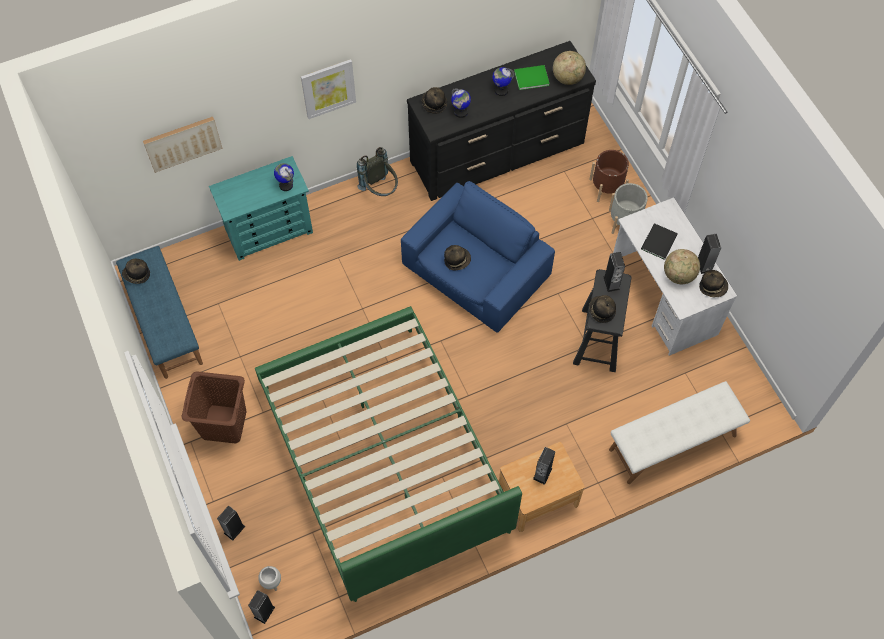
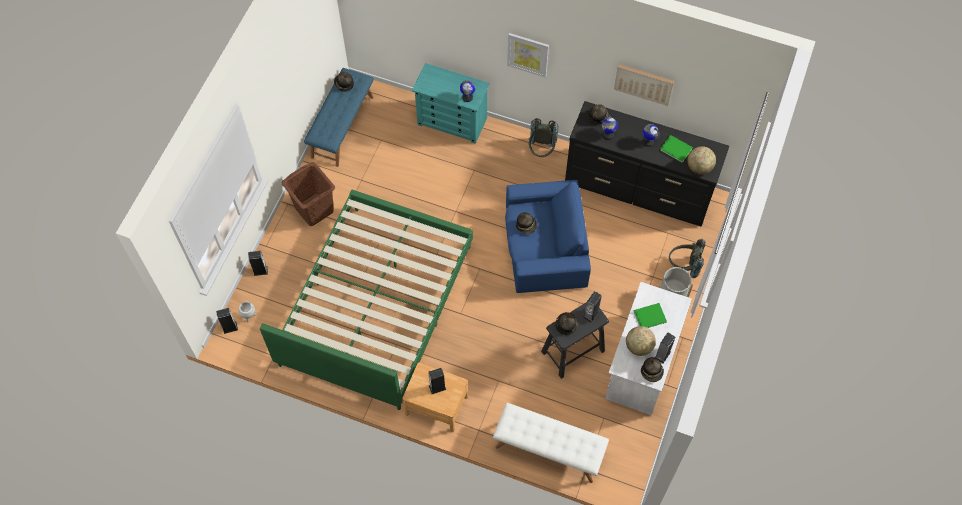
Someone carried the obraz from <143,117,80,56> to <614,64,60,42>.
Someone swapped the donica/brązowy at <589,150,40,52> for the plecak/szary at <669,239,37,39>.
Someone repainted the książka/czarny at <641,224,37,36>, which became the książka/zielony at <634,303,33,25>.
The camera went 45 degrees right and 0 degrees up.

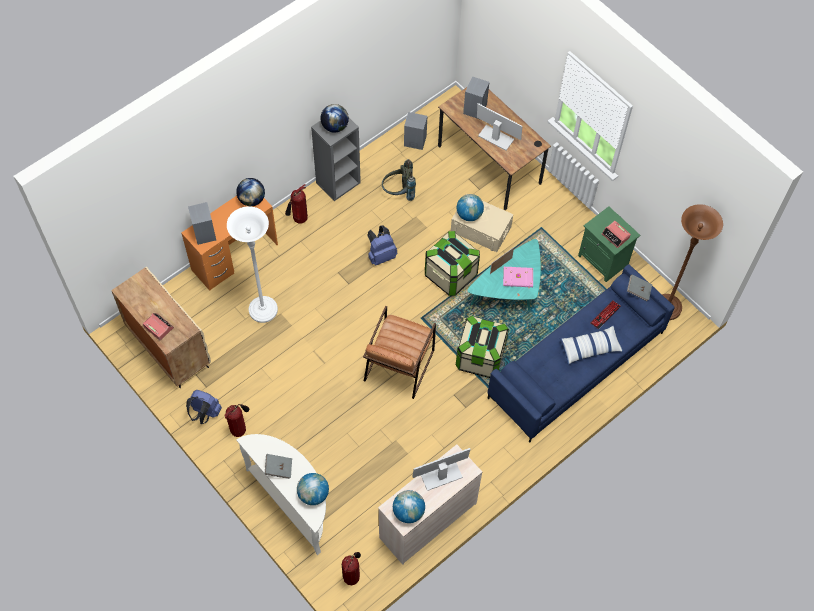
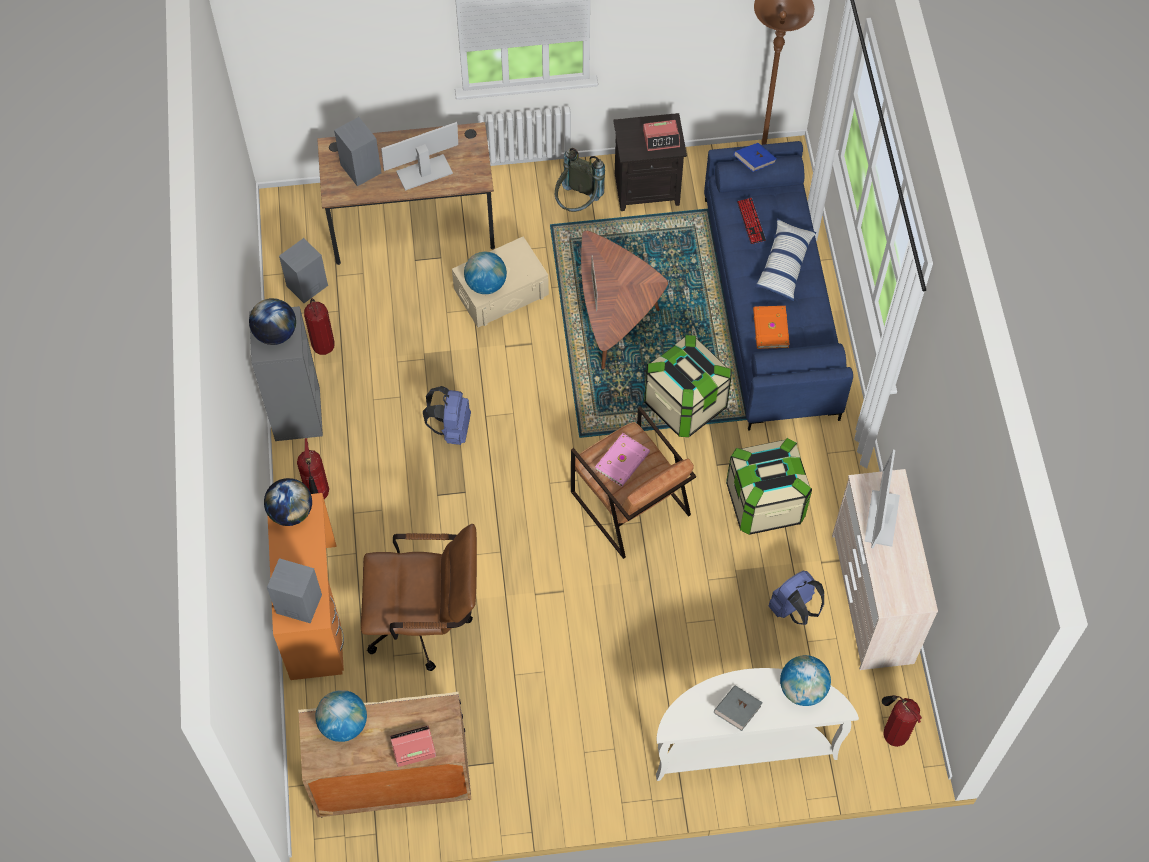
Someone carried the plecak/szary from <382,159,34,42> to <555,148,50,64>.
Someone swapped the lampa stojąca/biały at <227,206,51,117> for the krzesło biurowe/brązowy at <361,524,116,147>.
Someone repainted the szafka nocna/zielony at <578,206,62,76>, which became the szafka nocna/czarny at <613,113,74,98>.
Someone carried the pojemnik do przechowywania from <425,231,55,65> to <726,438,86,97>.
Someone repainted the ława/turkusowy at <467,239,74,72>, which became the ława/brązowy at <581,231,87,138>.
Someone carried the książka/różowy from <503,267,30,20> to <595,433,55,54>.
Someone repainted the książka/szary at <627,274,25,27>, which became the książka/niebieski at <734,143,43,29>.
Someone carried the plecak/niebieski from <186,390,36,34> to <768,571,56,54>.
Someone carried the gaśnica from <224,404,25,33> to <304,298,31,57>.
Someone carried the globus from <393,490,32,33> to <315,690,52,52>.
Someone put down the książka/pomarańczowy at <753,306,37,43>.
The camera went 55 degrees left and 0 degrees up.

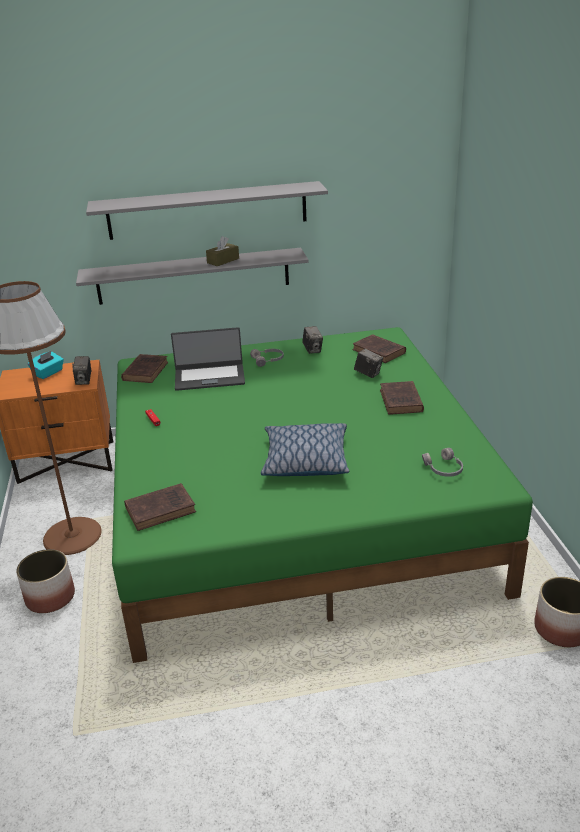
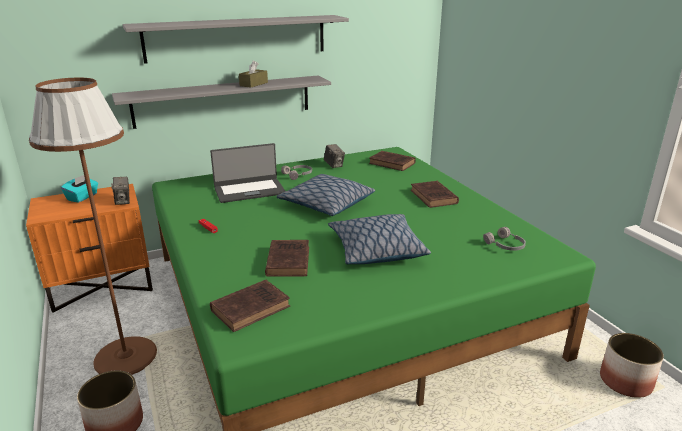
Someone took away the aparat fotograficzny at <354,348,29,30>.
Someone carried the książka/brązowy from <121,354,47,29> to <265,240,44,37>.
Someone put down the poduszka at <276,174,99,42>.
The camera went 15 degrees left and 5 degrees down.

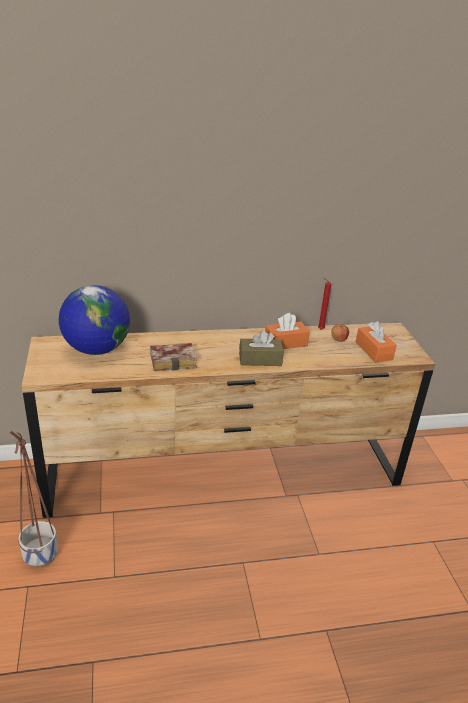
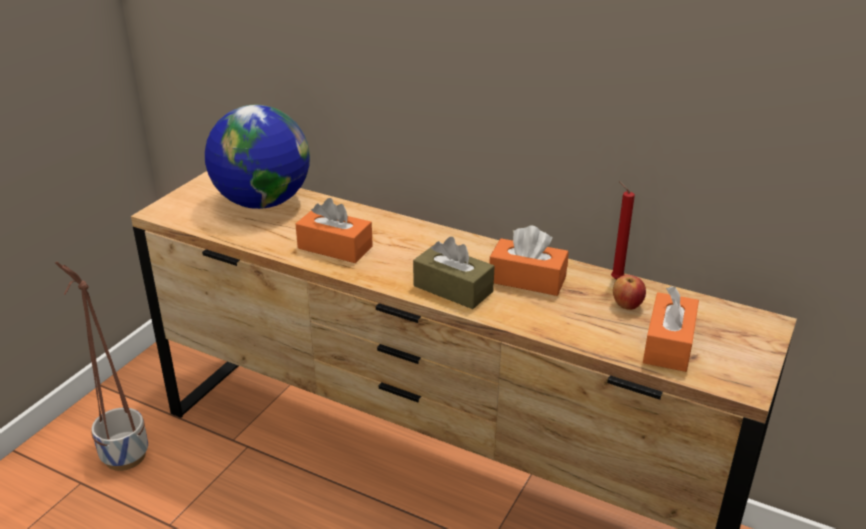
Someone swapped the książka at <150,343,47,28> for the pudełko chusteczek/pomarańczowy at <295,198,78,65>.
The camera went 40 degrees right and 0 degrees up.

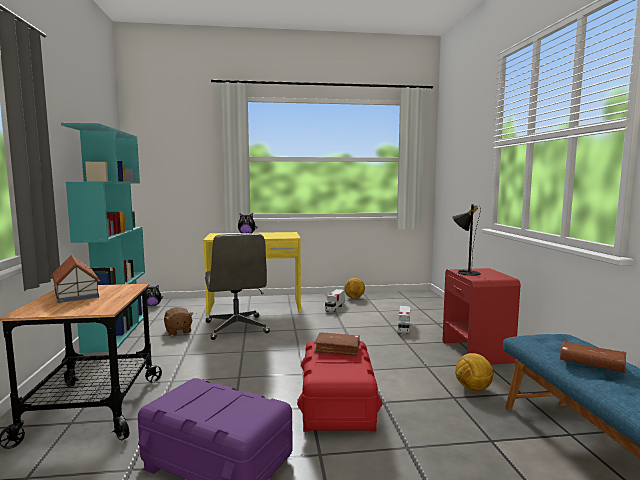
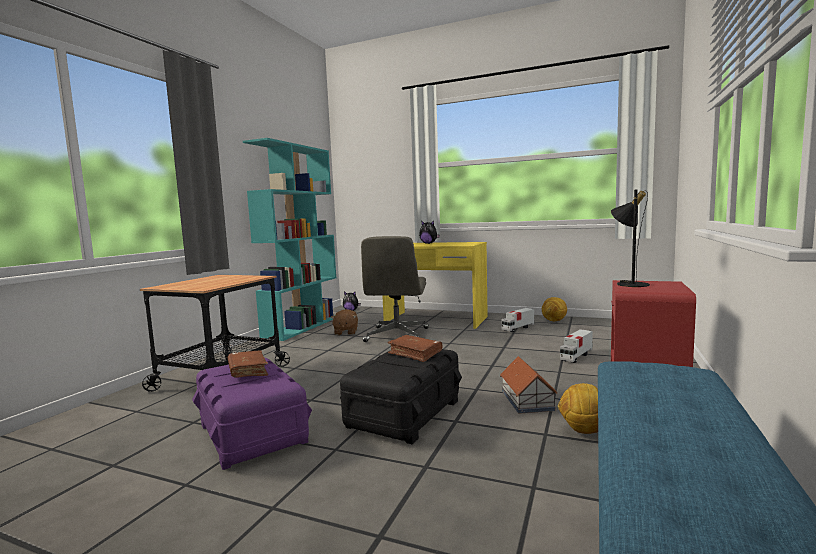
Someone carried the domek from <51,255,49,48> to <500,356,58,57>.
Someone repainted the pojemnik do przechowywania/czerwony at <297,341,86,91>, which became the pojemnik do przechowywania/czarny at <340,349,122,96>.
Someone carried the książka/brązowy from <560,341,66,32> to <228,351,40,26>.
The camera went 30 degrees right and 0 degrees up.

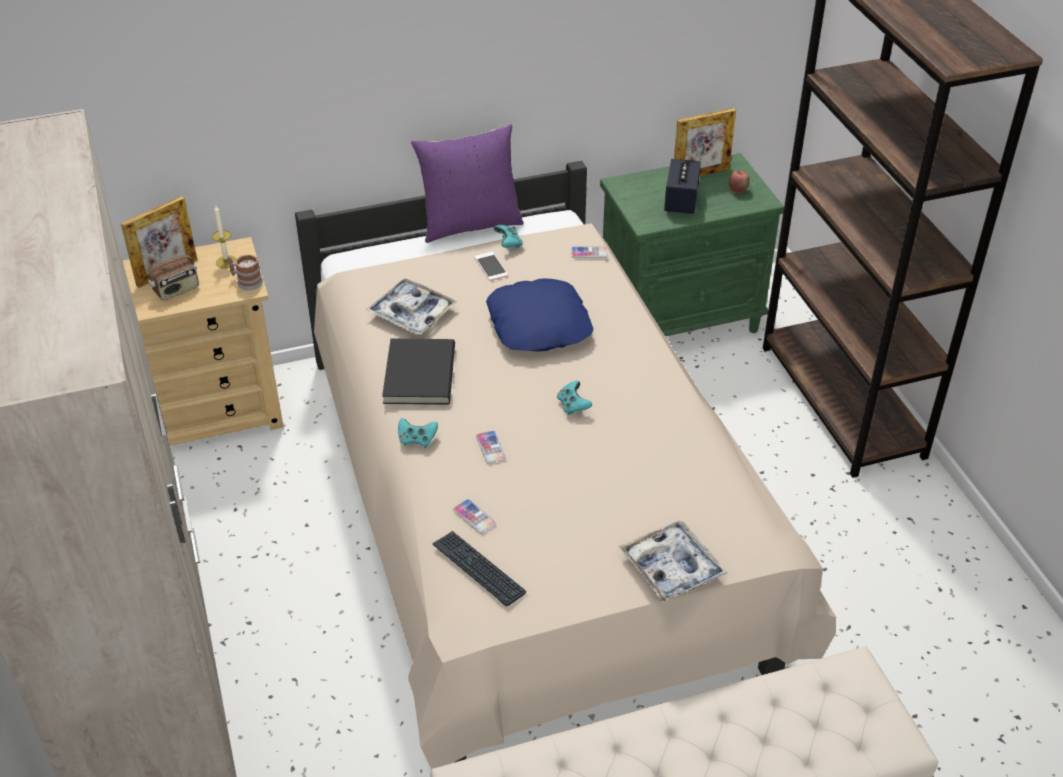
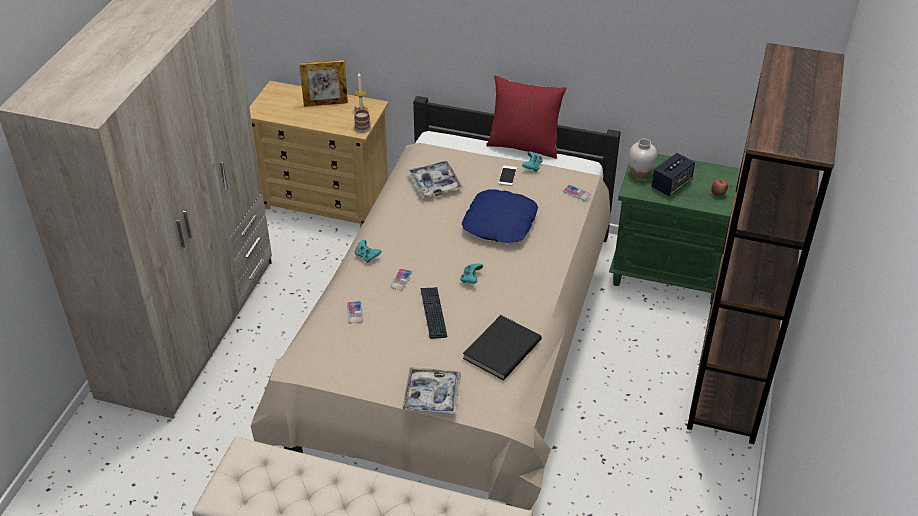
Someone took away the ramka na zdjęcie at <674,108,62,68>.
Someone repainted the poduszka/fioletowy at <411,124,113,119>, which became the poduszka/czerwony at <486,75,81,84>.
Someone took away the radio at <148,243,51,58>.
Someone carried the książka/czarny from <382,339,73,66> to <463,315,79,65>.
Someone carried the klawiatura from <432,531,95,76> to <420,287,27,52>.
Someone put down the wazon/biały at <629,139,28,40>.
The camera went 35 degrees right and 0 degrees up.

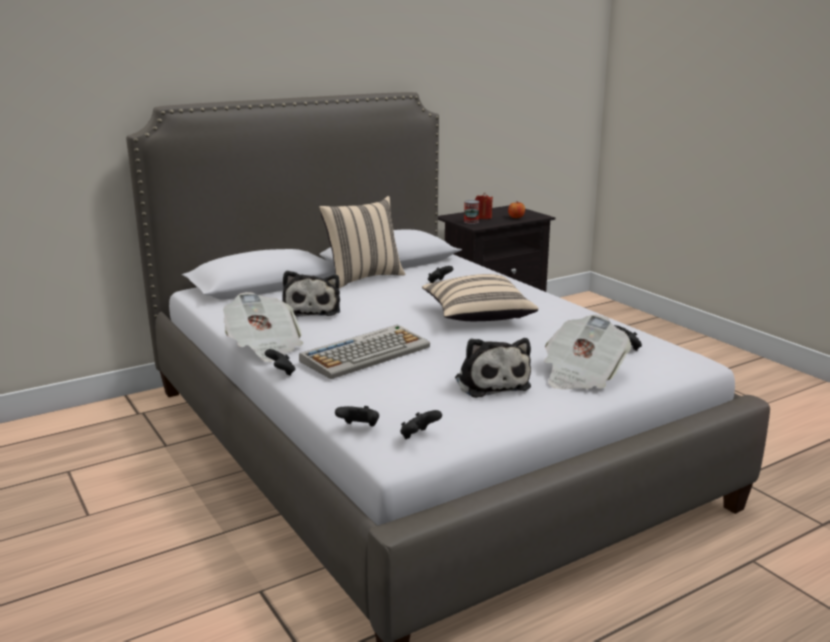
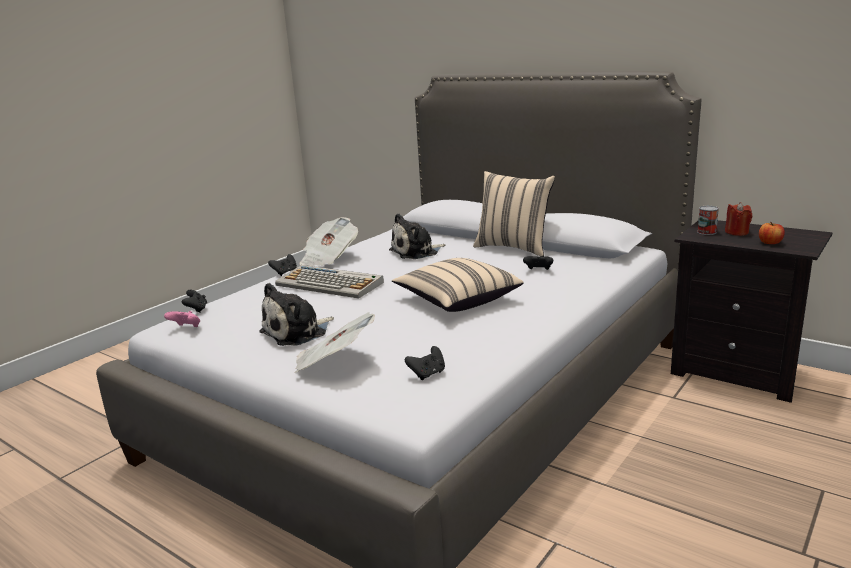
Someone repainted the pad do gier/czarny at <400,410,42,29>, which became the pad do gier/różowy at <164,311,36,16>.
The camera went 70 degrees right and 0 degrees up.

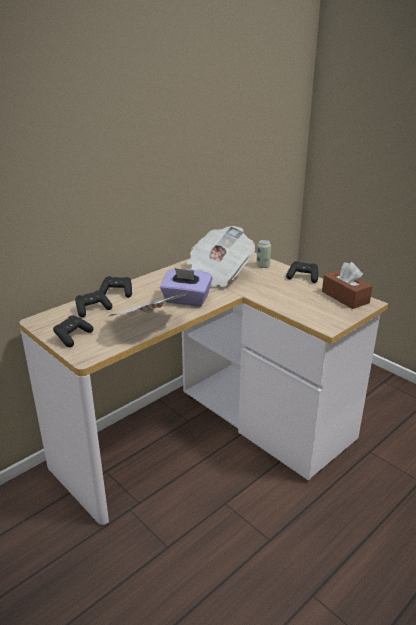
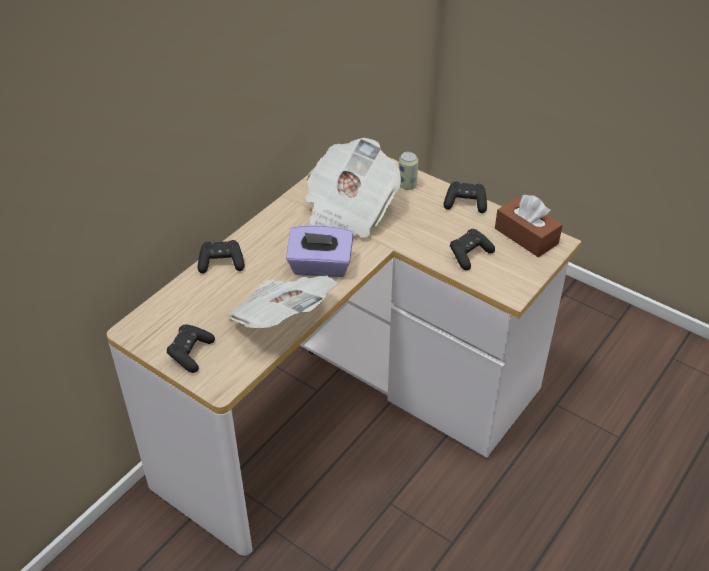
Someone carried the pad do gier/czarny from <75,290,37,28> to <450,229,45,41>.
The camera went 10 degrees left and 15 degrees up.

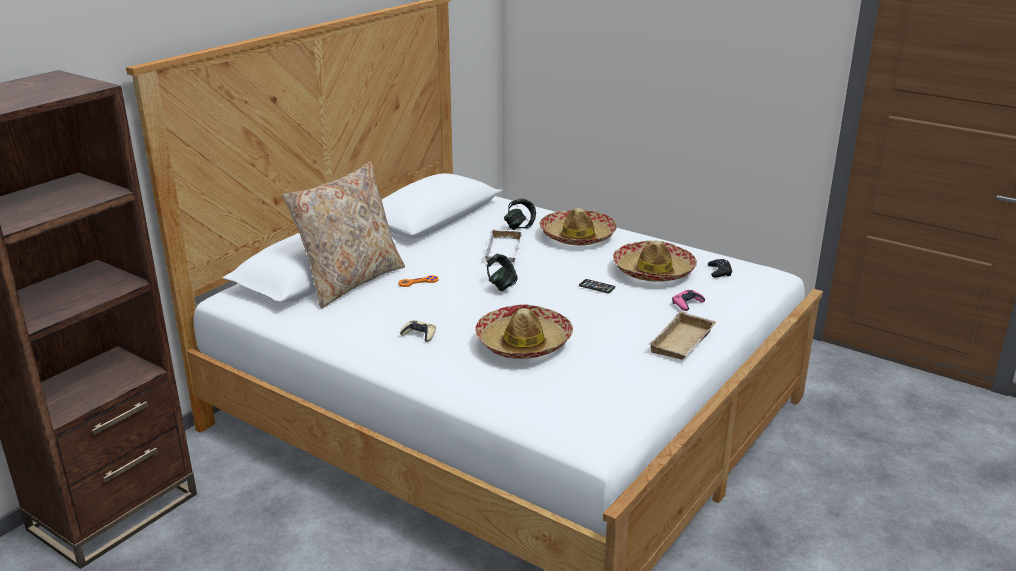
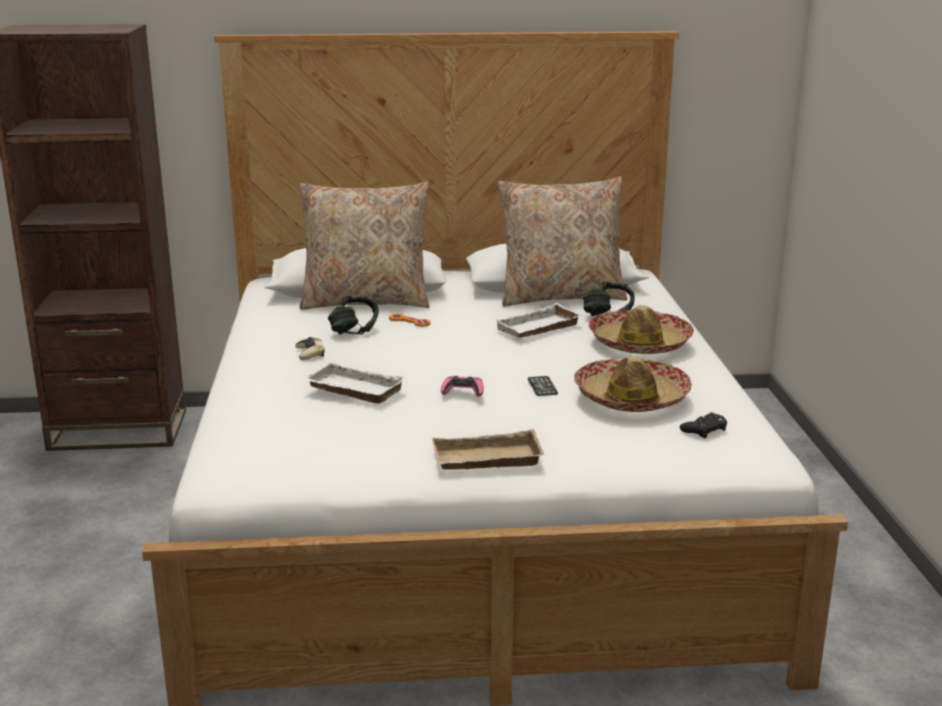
Someone carried the słuchawki from <487,254,31,38> to <328,295,51,40>.
Someone carried the pad do gier/różowy from <672,290,33,21> to <441,376,43,21>.
Someone swapped the kapelusz at <475,304,98,55> for the taca/biały at <302,362,104,41>.
Someone put down the poduszka/beżowy at <498,177,129,130>.
The camera went 50 degrees right and 5 degrees down.

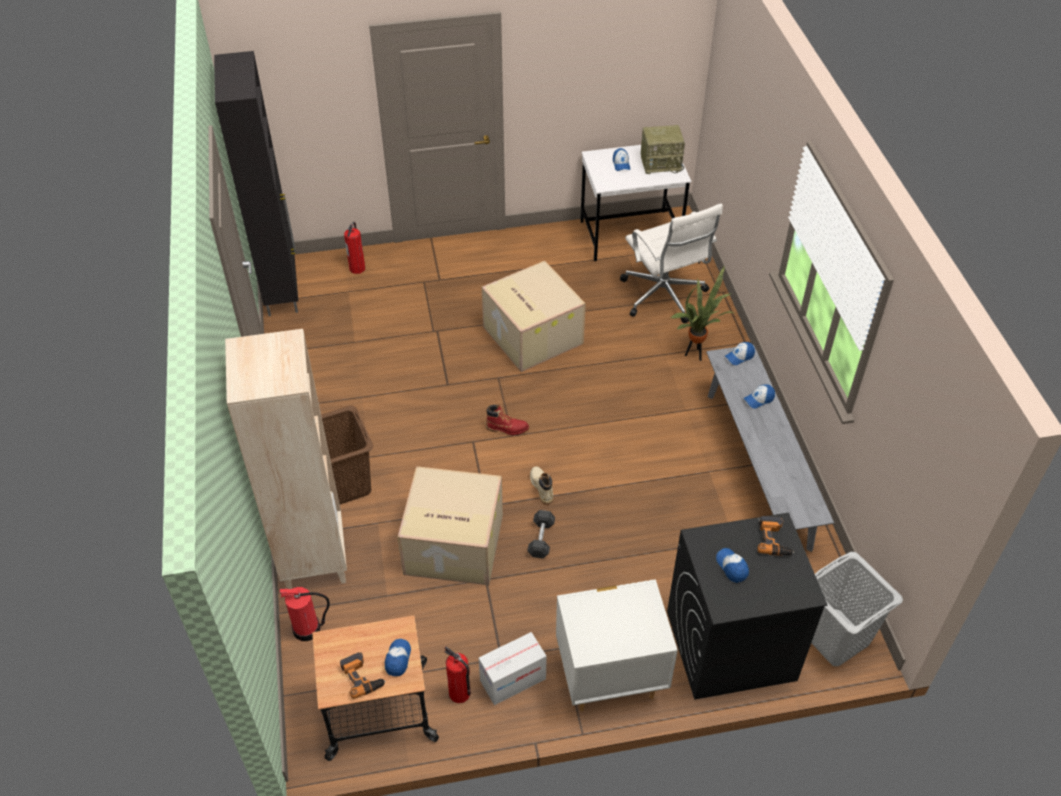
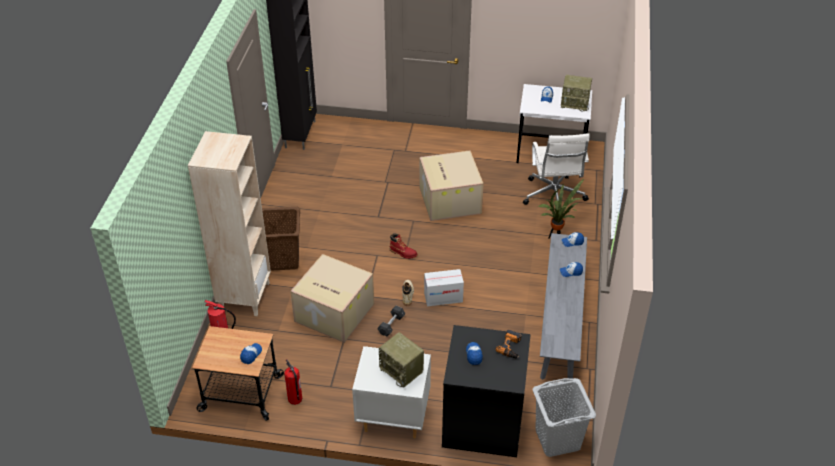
Someone took away the gaśnica at <344,222,21,52>.
Someone carried the karton from <479,632,68,73> to <424,269,40,37>.
Someone took away the wiertarka at <340,652,46,47>.
Someone put down the radio at <379,332,45,55>.
The camera went 20 degrees right and 5 degrees down.

